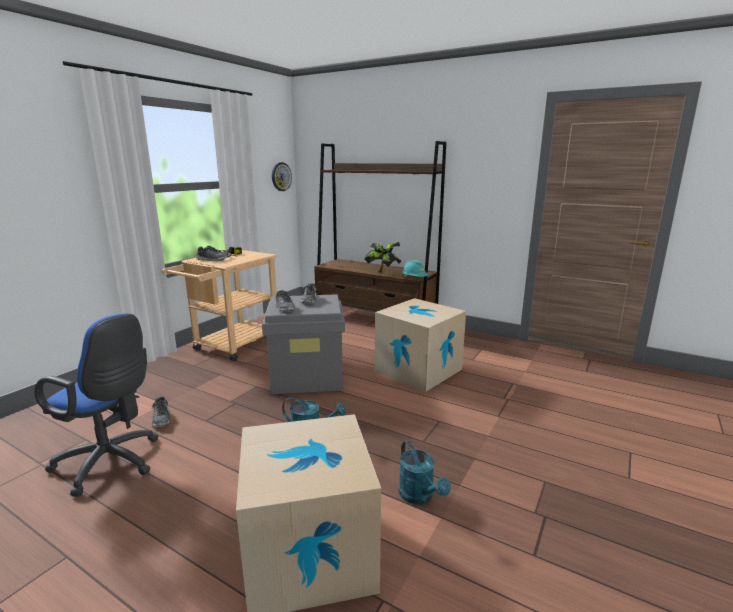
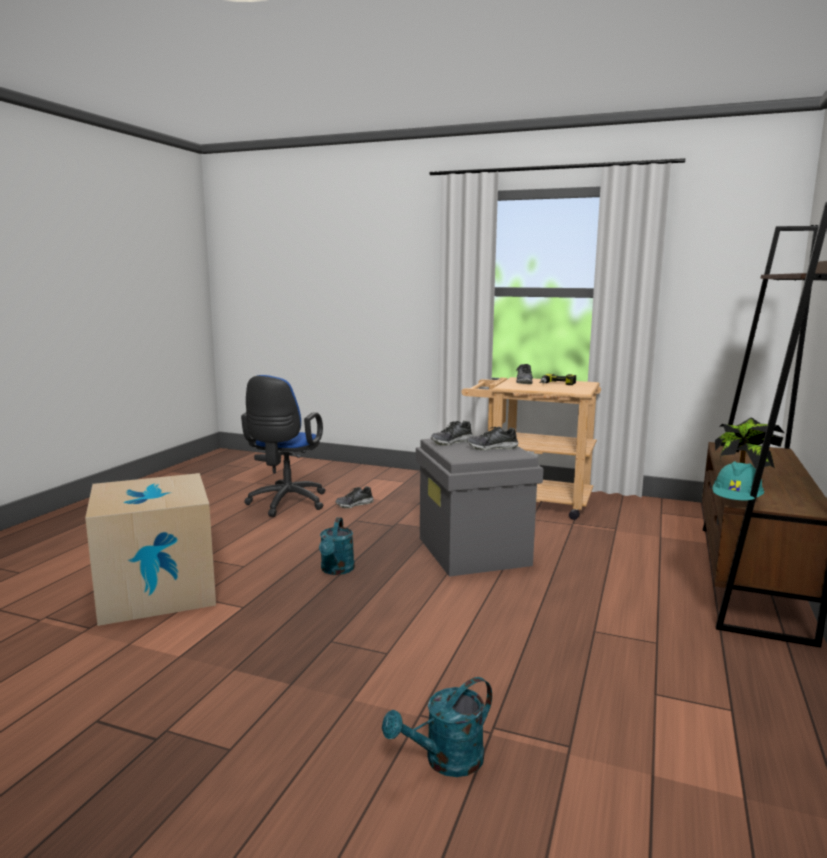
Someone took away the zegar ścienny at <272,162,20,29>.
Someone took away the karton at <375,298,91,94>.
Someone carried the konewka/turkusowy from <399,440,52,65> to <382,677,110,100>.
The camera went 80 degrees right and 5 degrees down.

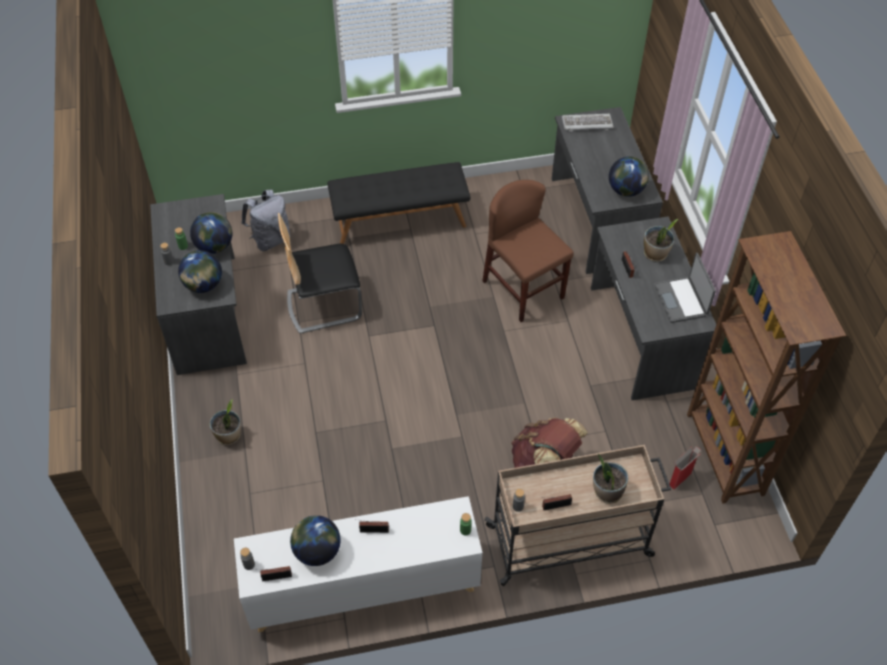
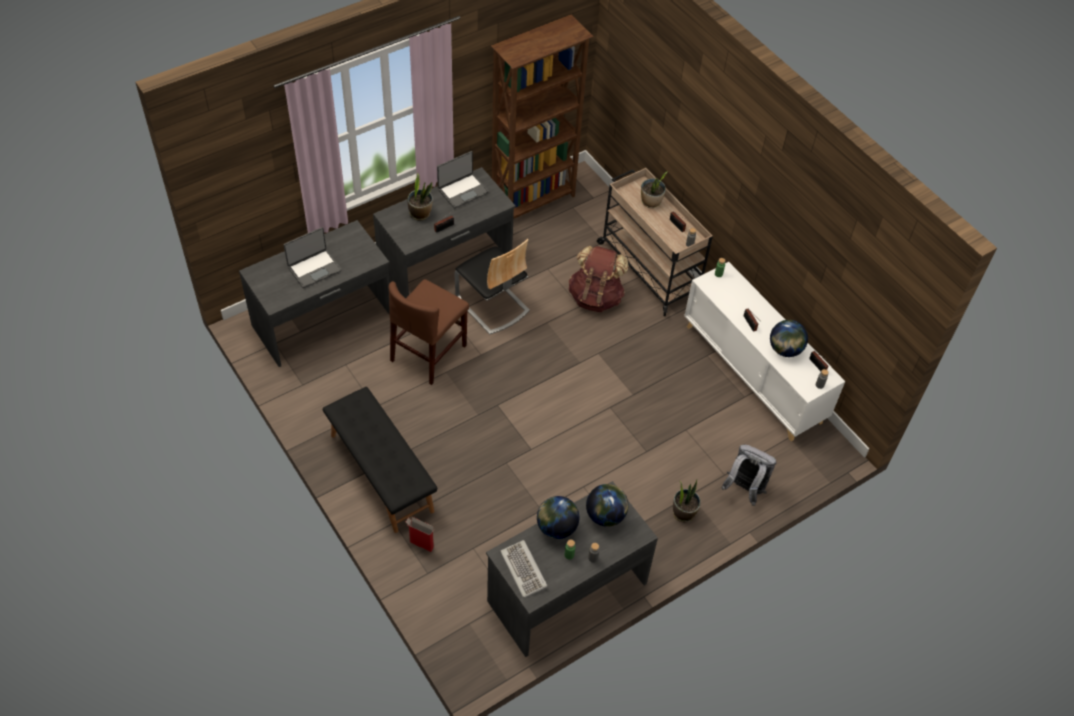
Someone carried the klawiatura from <562,114,51,18> to <500,540,48,58>.
Someone took away the globus at <609,156,40,41>.
Someone carried the plecak/szary from <242,189,49,62> to <721,445,55,61>.
Someone carried the krzesło from <278,213,84,121> to <454,239,76,95>.
Someone carried the karton from <670,446,31,43> to <406,517,28,35>.
Someone put down the laptop at <284,227,58,61>.
The camera went 115 degrees left and 0 degrees up.

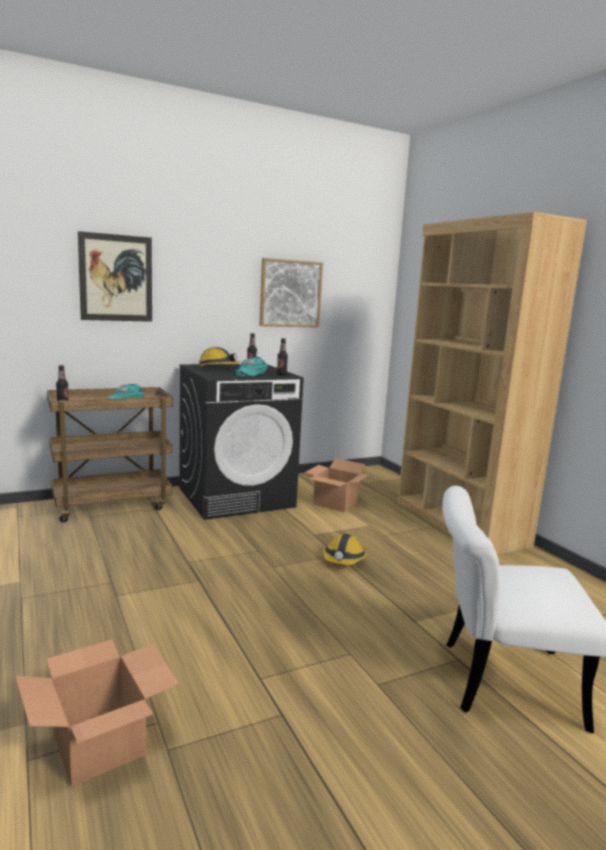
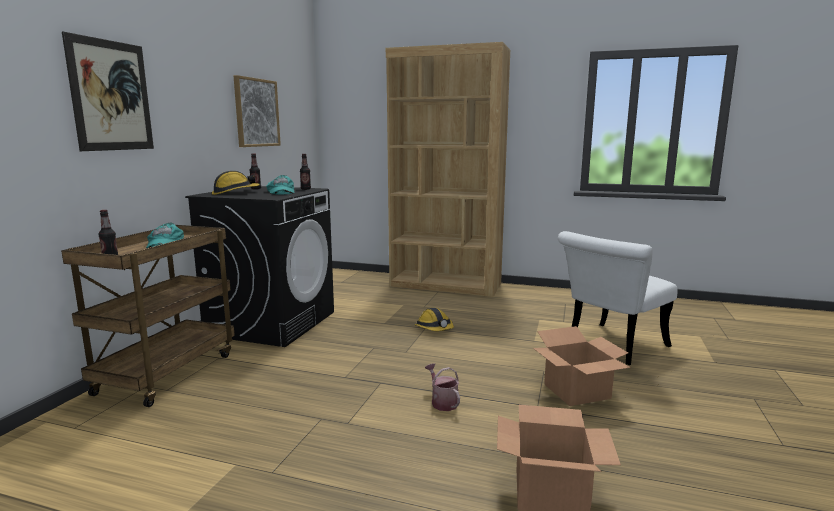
Someone carried the karton from <305,458,65,54> to <533,326,98,80>.
Someone put down the konewka at <425,363,35,48>.
The camera went 45 degrees left and 0 degrees up.

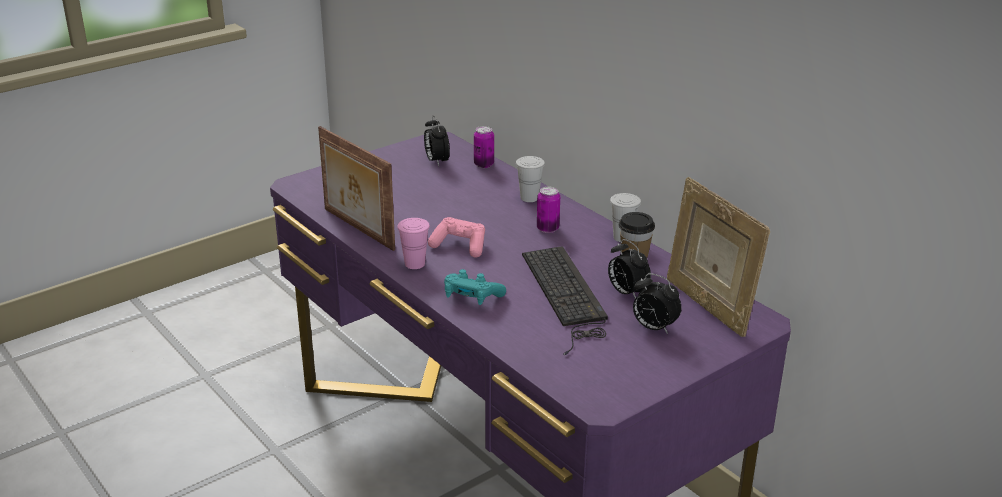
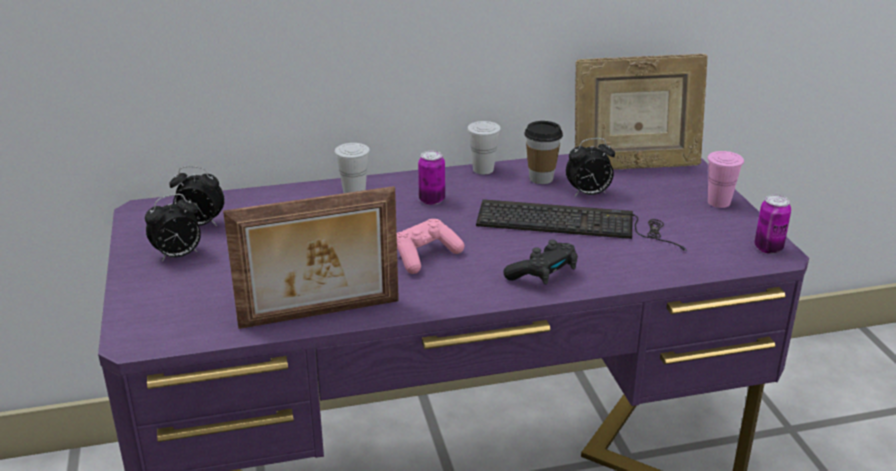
Someone carried the puszka from <474,126,20,42> to <754,195,37,59>.
Someone carried the filiżanka/różowy from <397,218,33,51> to <707,151,37,57>.
Someone repainted the pad do gier/turkusowy at <444,269,62,36>, which became the pad do gier/czarny at <504,239,74,46>.
Someone carried the budzik from <633,273,49,61> to <145,194,56,68>.
The camera went 65 degrees left and 0 degrees up.

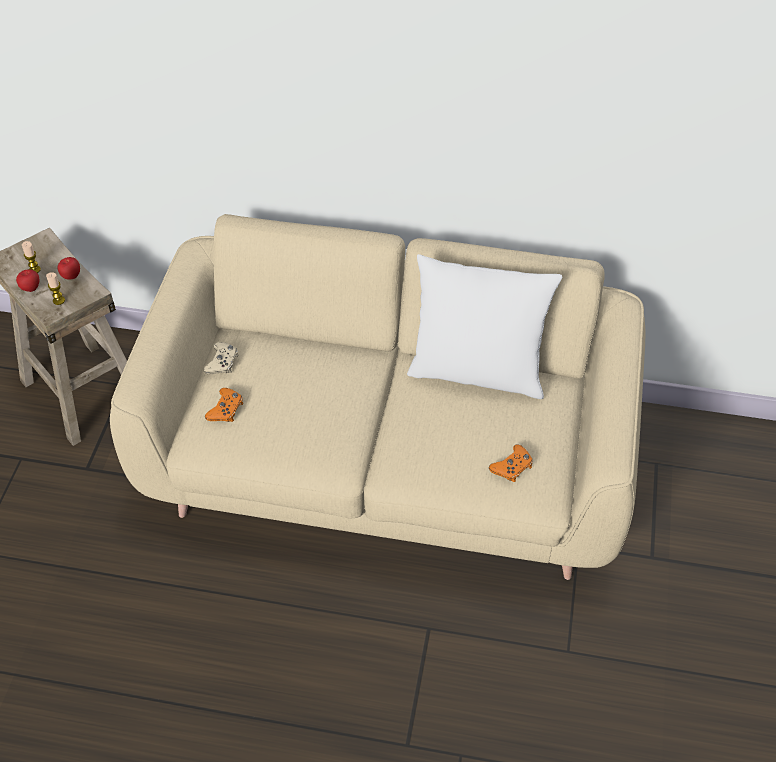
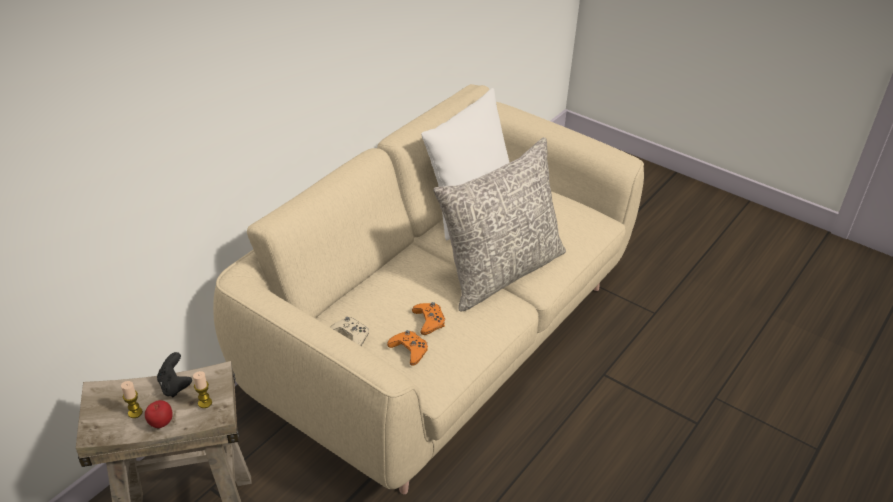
Someone swapped the jabłko at <57,257,23,23> for the pad do gier/czarny at <157,352,35,45>.
Someone carried the pad do gier/pomarańczowy from <489,444,44,38> to <412,302,33,33>.
Someone put down the poduszka/szary at <433,137,133,175>.
The camera went 65 degrees left and 10 degrees down.

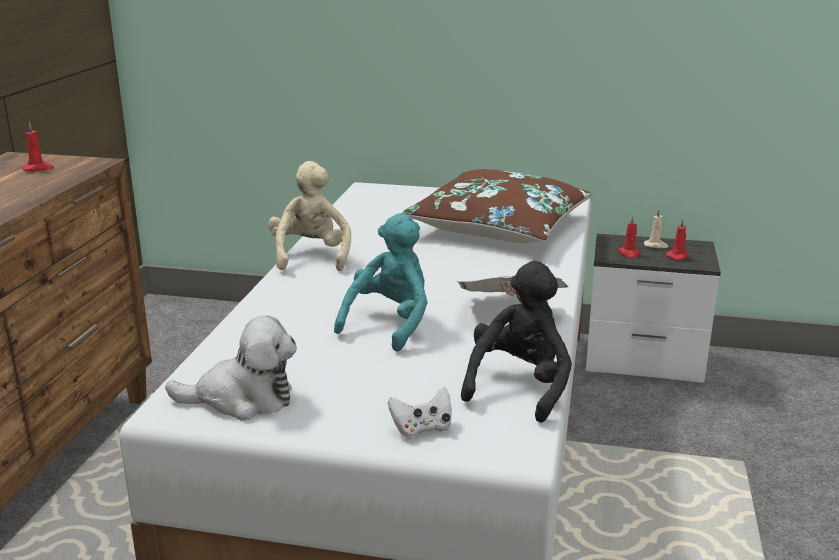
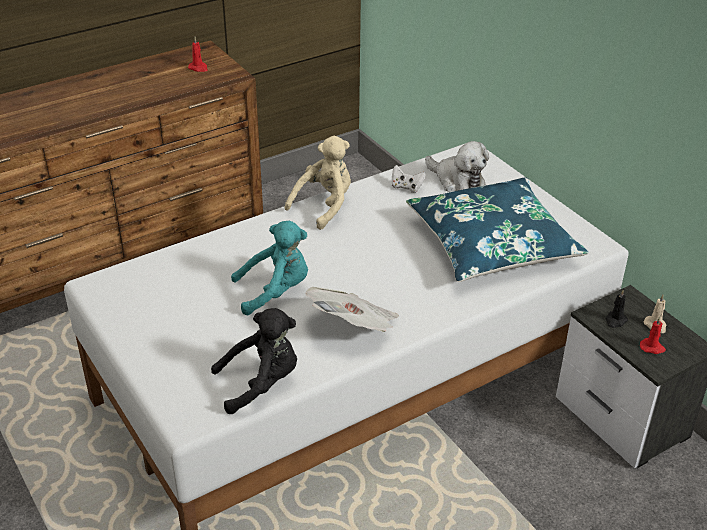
Someone repainted the poduszka/brązowy at <402,169,190,74>, which became the poduszka/niebieski at <406,178,182,104>.
Someone repainted the świeca/czerwony at <618,216,22,42>, which became the świeca/czarny at <606,290,22,38>.
Someone carried the pluszak from <165,316,132,105> to <425,141,64,51>.
Someone carried the pad do gier/biały from <388,387,64,51> to <392,165,34,28>.
The camera went 45 degrees right and 15 degrees up.

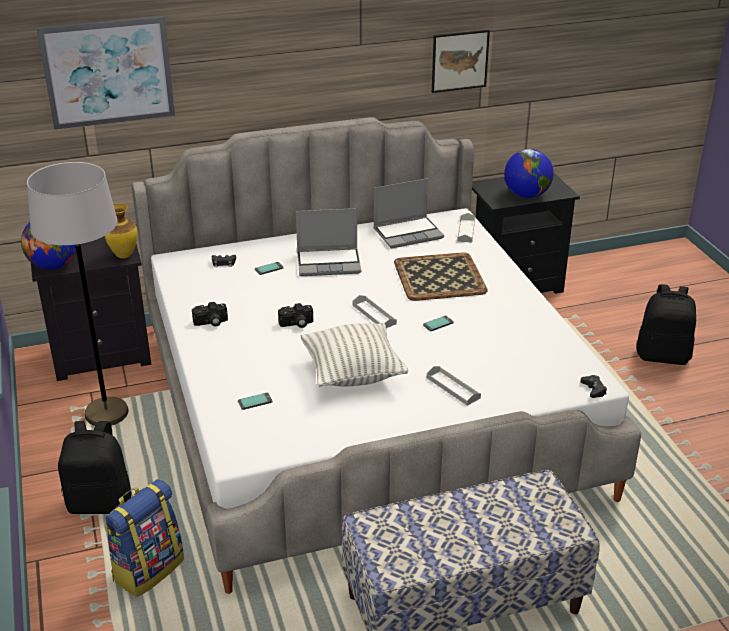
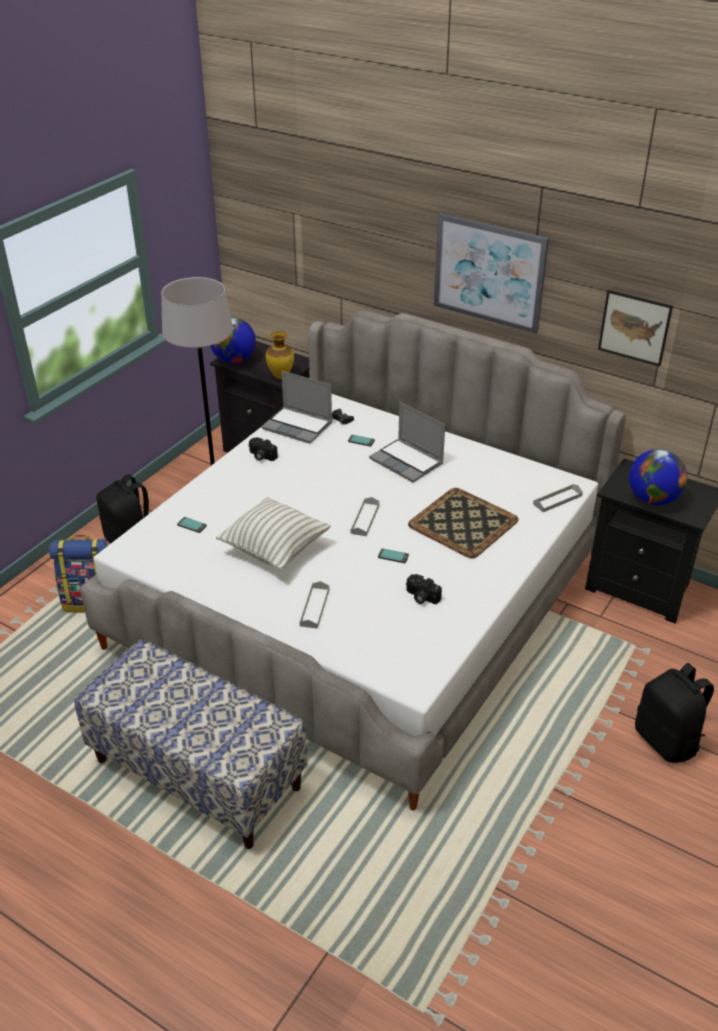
Someone carried the obraz from <37,16,138,114> to <434,213,115,121>.
Someone carried the laptop from <373,178,71,70> to <262,371,70,73>.
Someone carried the aparat fotograficzny from <278,303,35,25> to <406,574,36,30>.
Someone took away the pad do gier/czarny at <580,375,27,23>.
The camera went 50 degrees right and 5 degrees up.

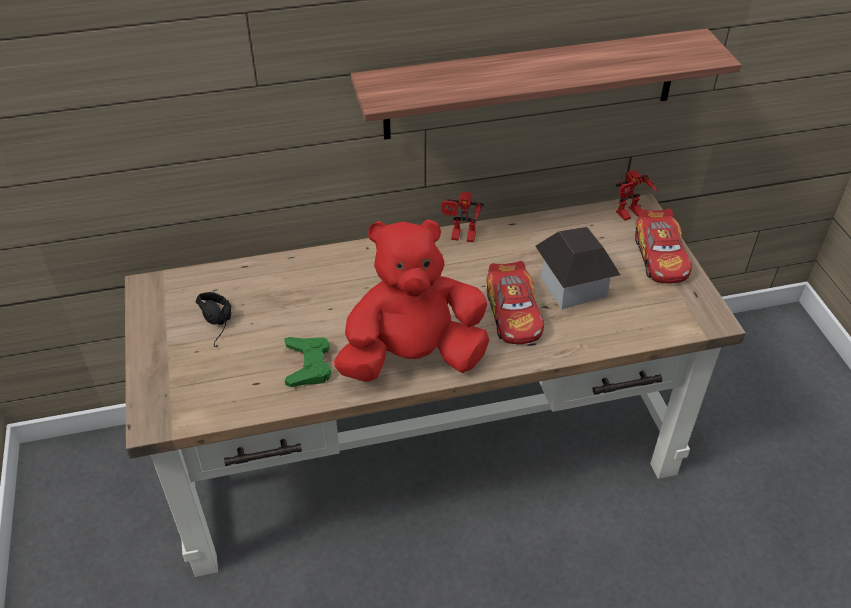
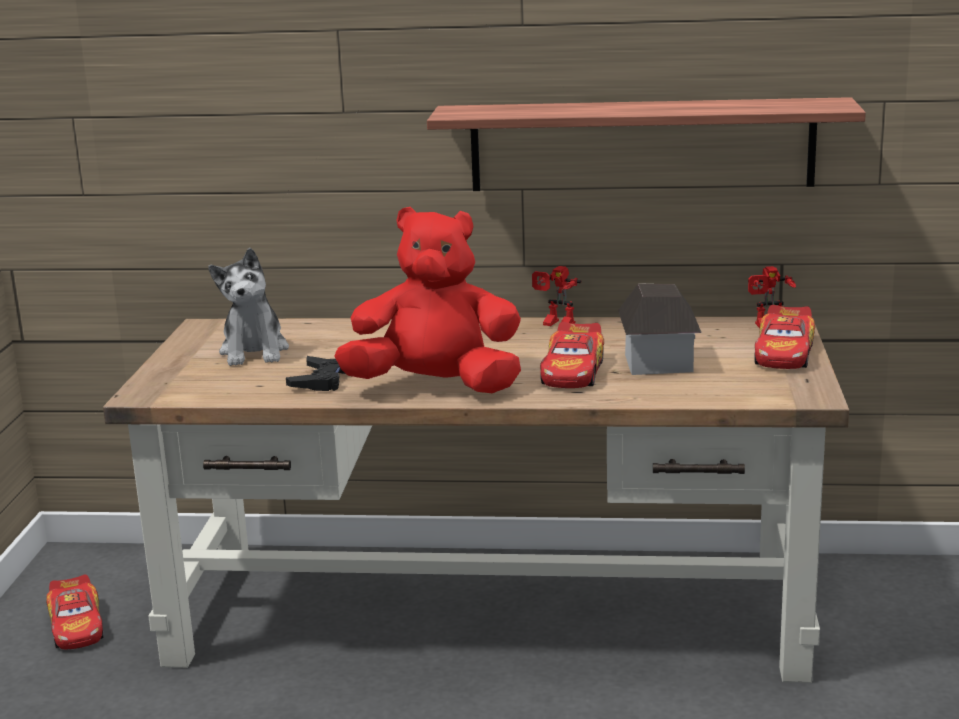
Someone swapped the słuchawki/czarny at <196,292,35,55> for the pluszak at <208,248,81,118>.
Someone repainted the pad do gier/zielony at <284,337,47,50>, which became the pad do gier/czarny at <286,356,61,35>.
Someone put down the samochodzik at <46,574,58,76>.
The camera went 20 degrees right and 25 degrees down.

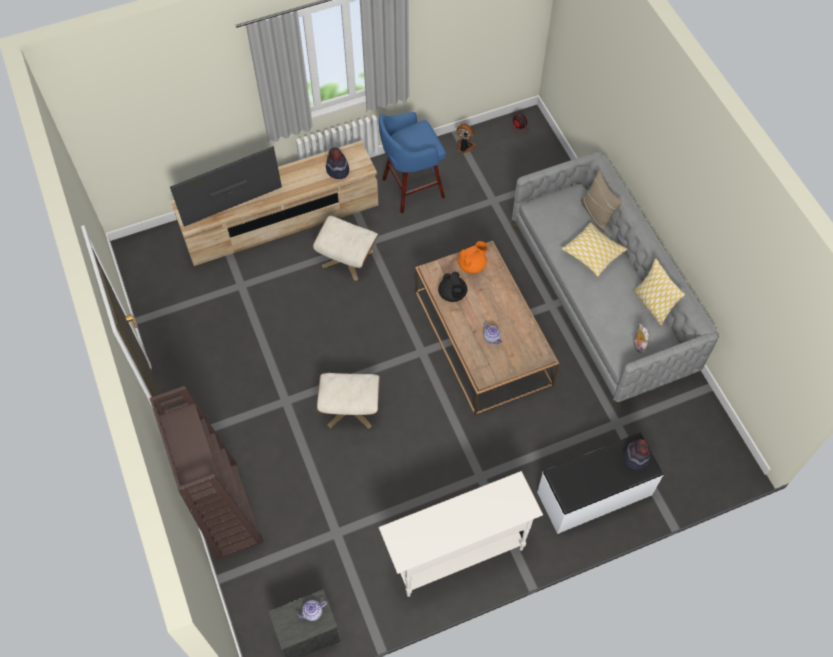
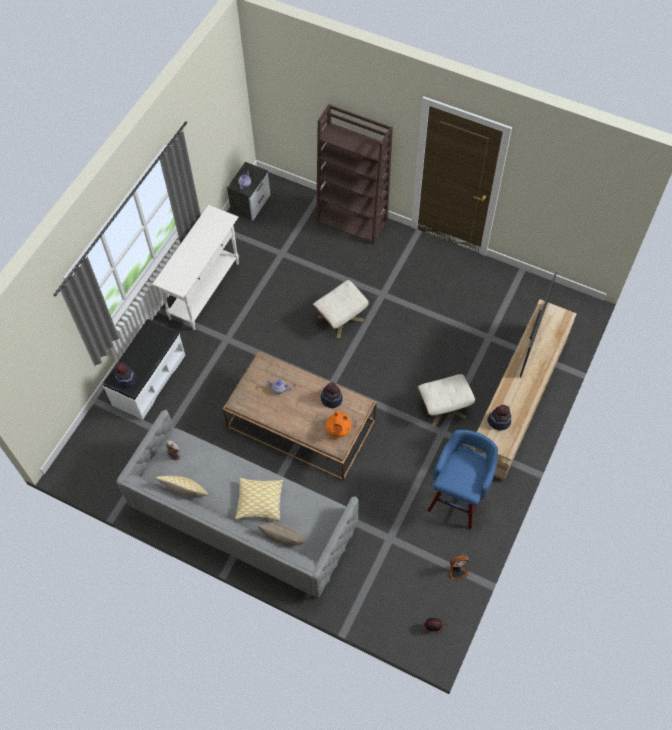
Someone swapped the imbryk/czarny at <438,272,30,30> for the kapelusz at <321,382,21,26>.
The camera went 140 degrees right and 0 degrees up.

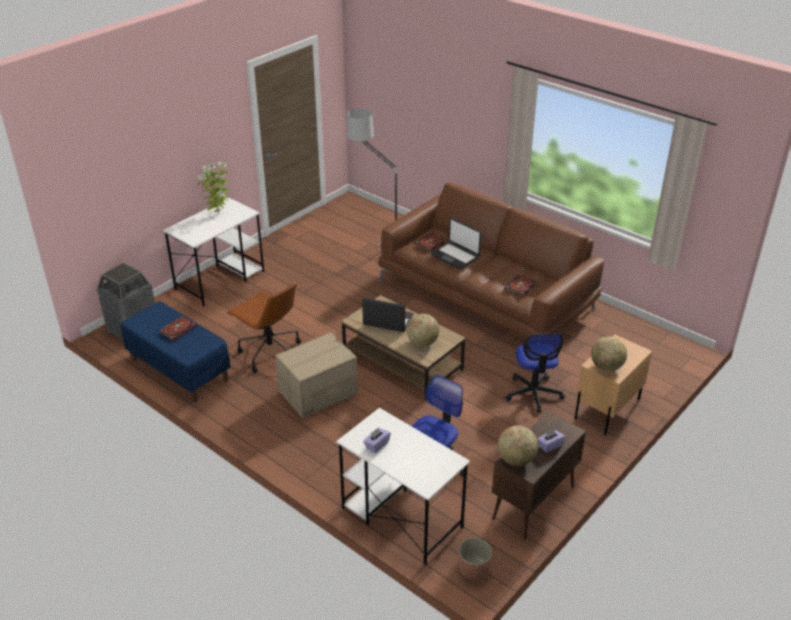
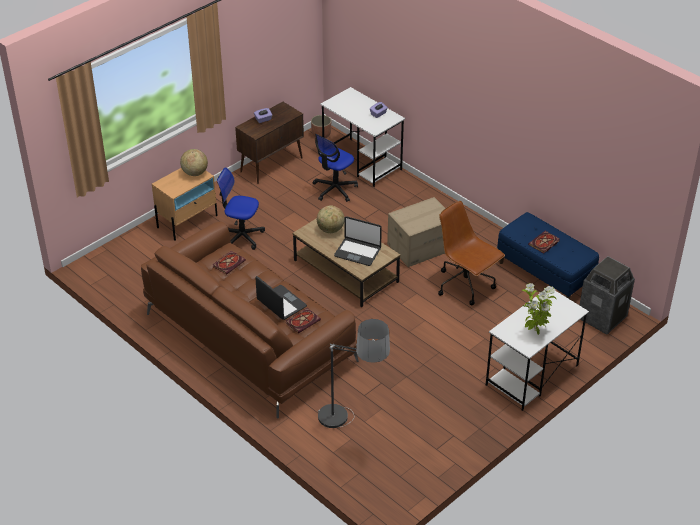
Someone rotated the krzesło biurowe at <505,333,60,80> by 75 degrees counterclockwise.
Someone took away the globus at <498,426,40,40>.
The camera went 175 degrees left and 5 degrees up.

